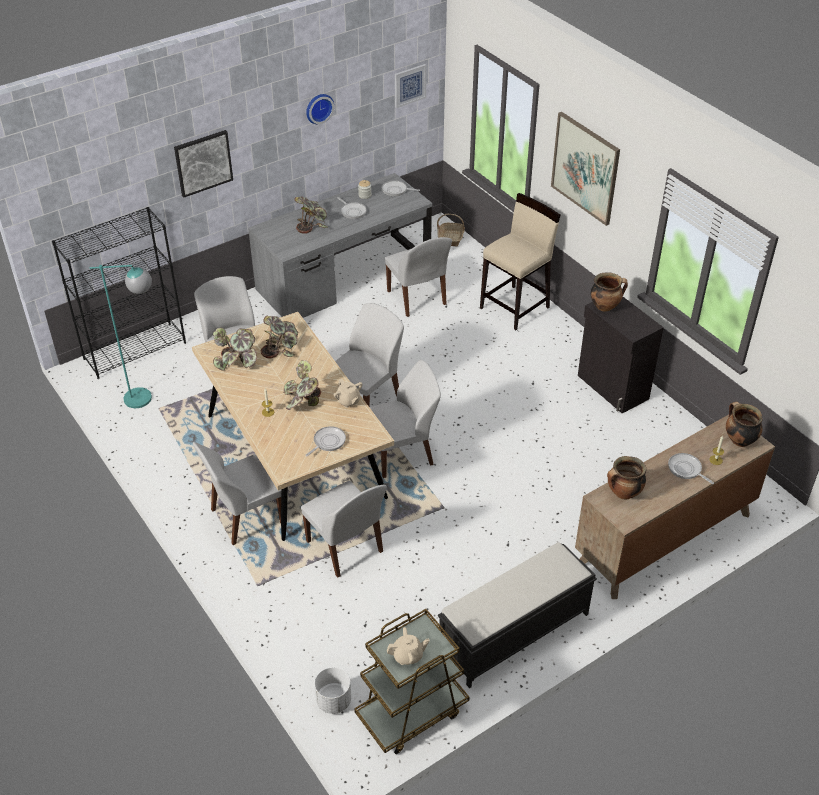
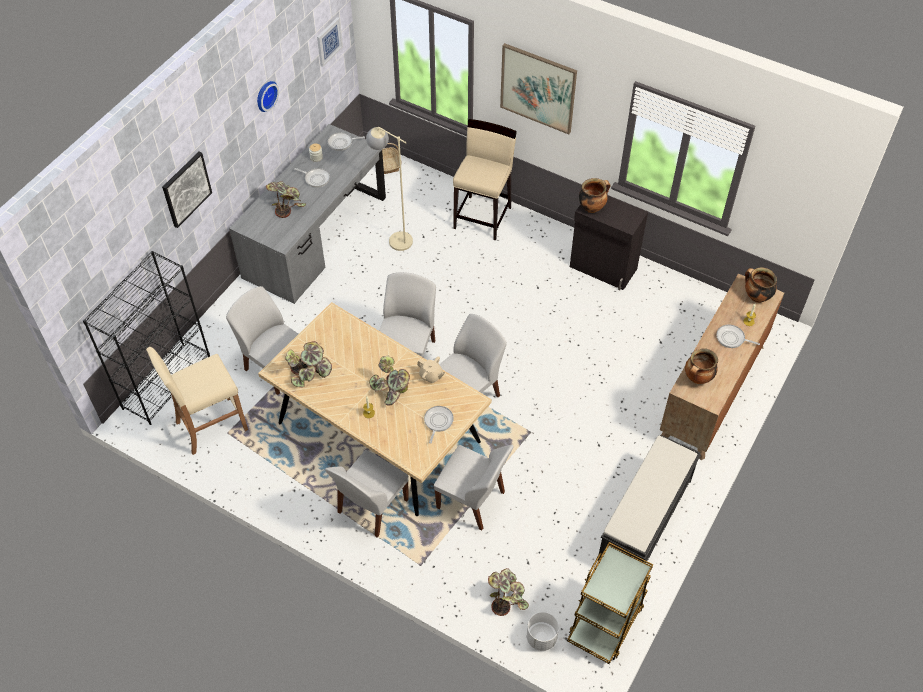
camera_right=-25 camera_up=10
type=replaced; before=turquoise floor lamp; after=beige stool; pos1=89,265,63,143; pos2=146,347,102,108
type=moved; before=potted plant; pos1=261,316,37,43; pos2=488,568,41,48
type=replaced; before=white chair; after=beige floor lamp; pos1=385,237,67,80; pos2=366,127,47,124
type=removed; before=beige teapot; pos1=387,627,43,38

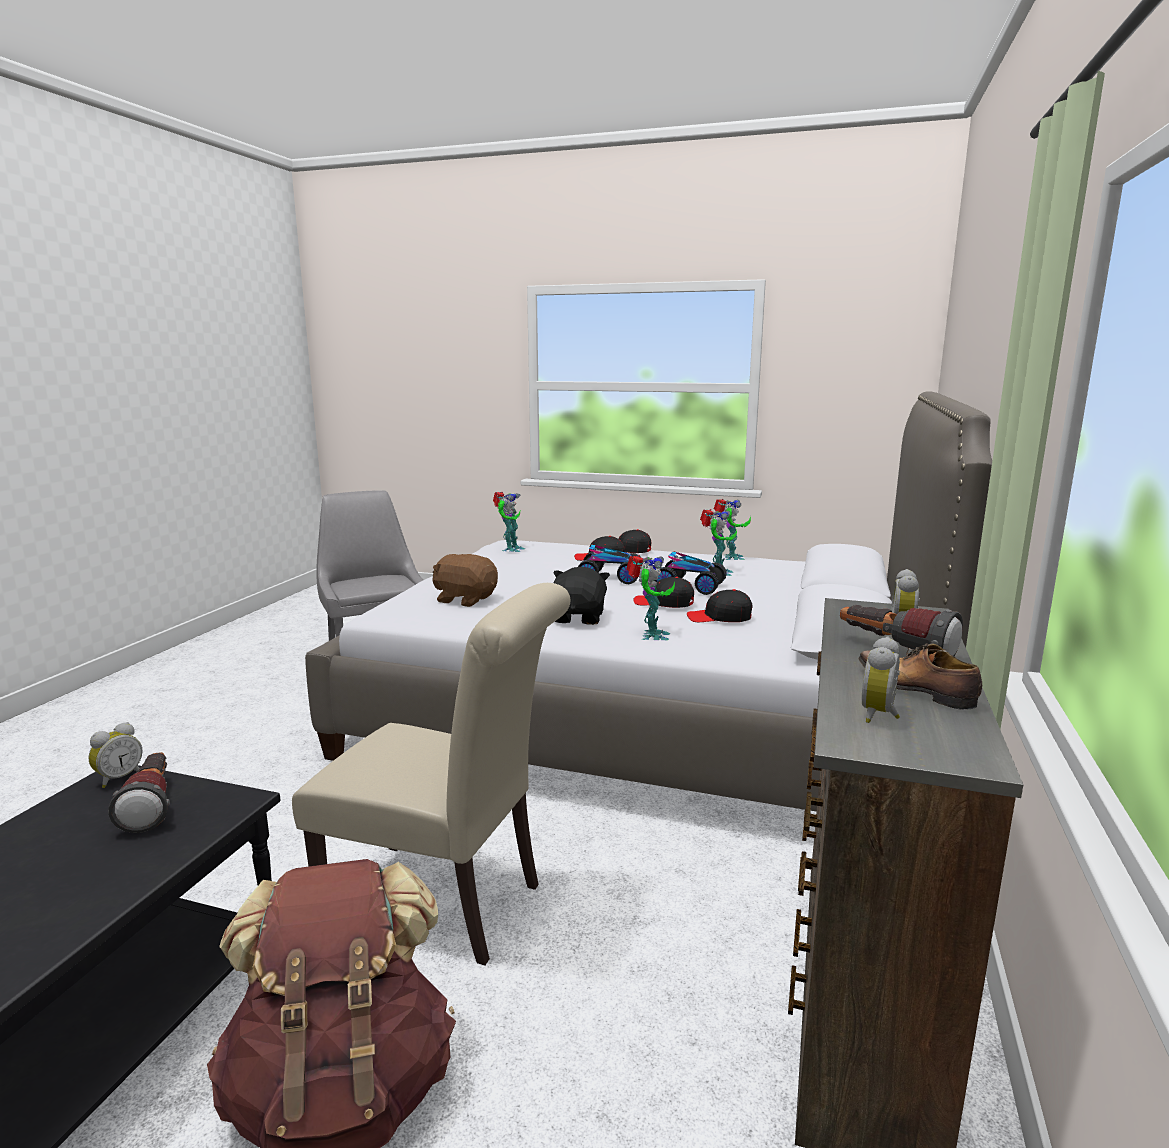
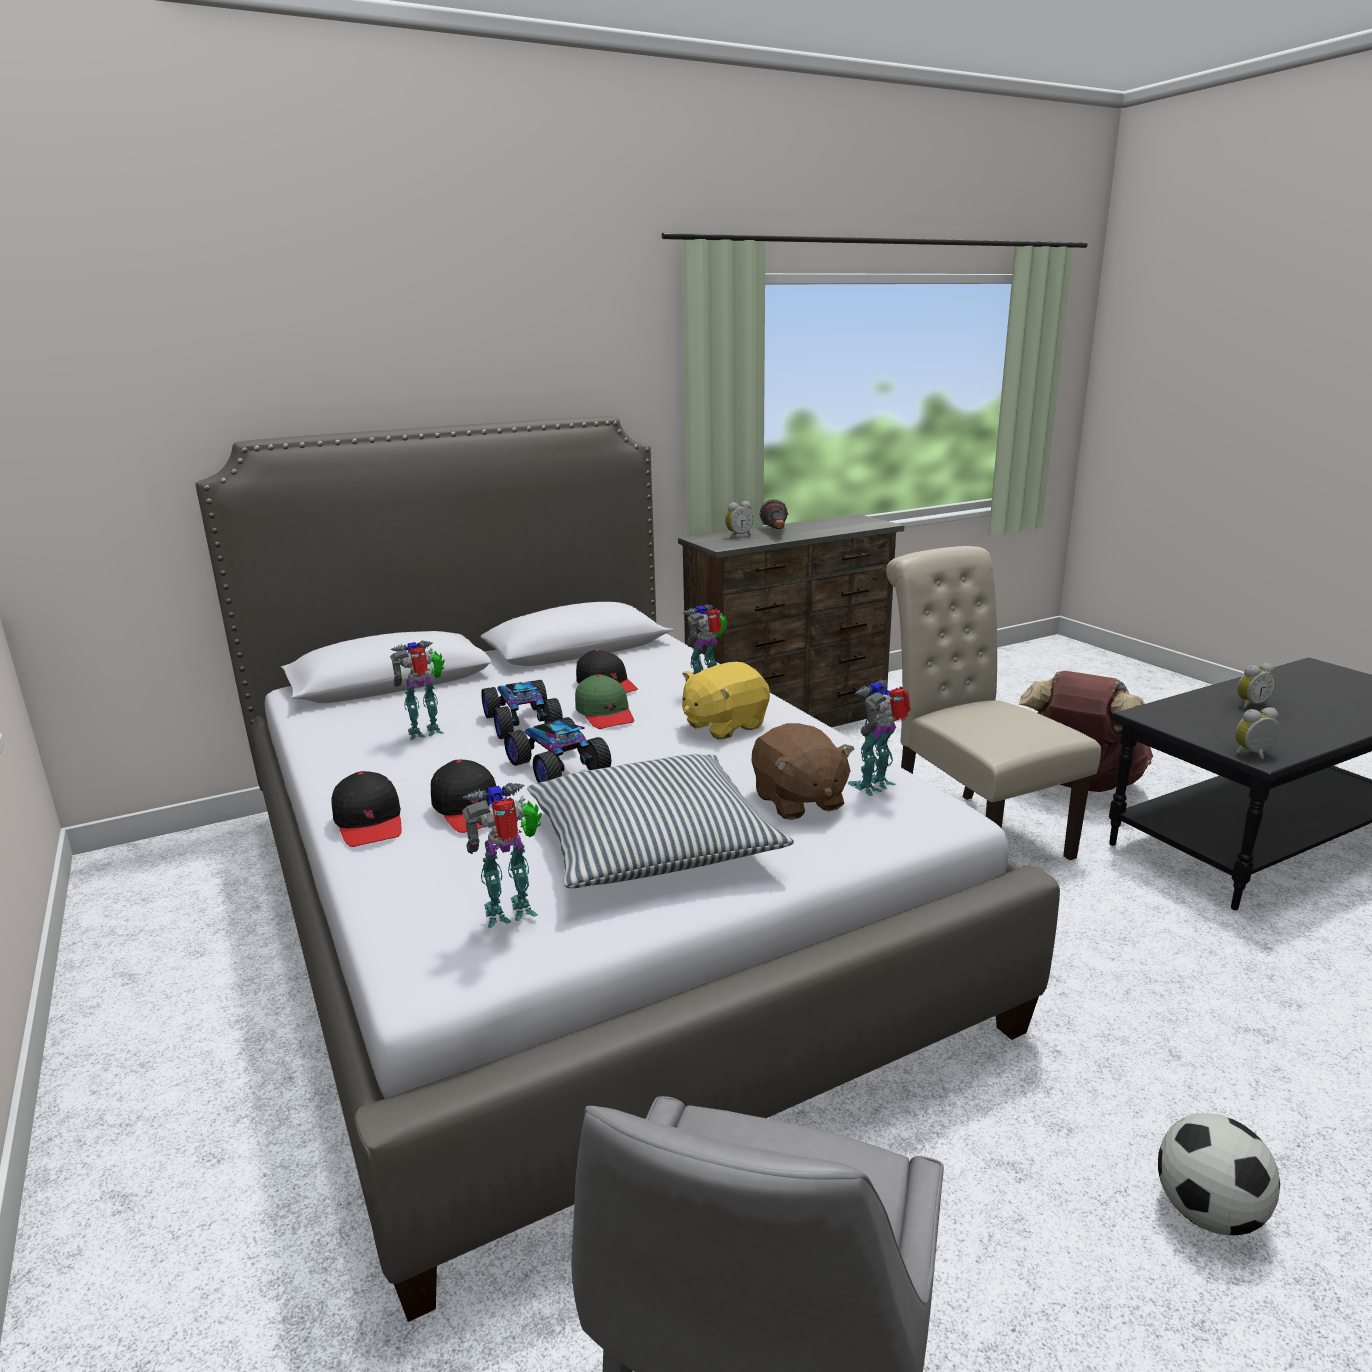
camera_right=-135 camera_up=5
type=removed; before=flashlight; pos1=108,752,62,81
type=recoloured; before=black plush toy; after=yellow plush toy; pos1=553,567,57,58; pos2=682,662,88,78
type=recoloured; before=black cap; after=green cap; pos1=634,577,60,31; pos2=575,674,59,55
type=moved; before=toy robot; pos1=714,499,37,61; pos2=848,679,63,117
type=removed; before=shoe; pos1=858,643,124,67
type=moved; before=alarm clock; pos1=862,637,38,86; pos2=1237,663,39,46
type=added; after=pillow; pos2=527,754,267,134
type=added; after=football; pos2=1158,1113,122,123

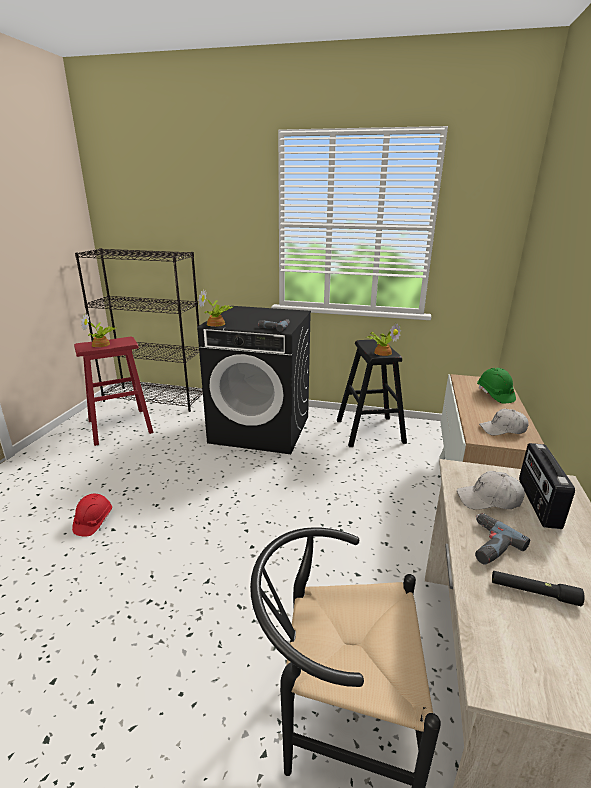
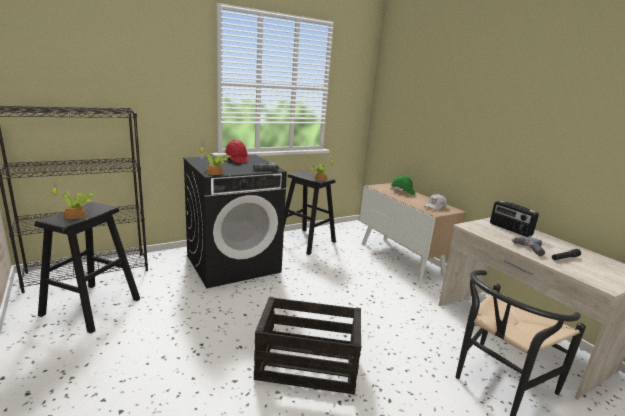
camera_right=-45 camera_up=-5
type=moved; before=red hard hat; pos1=72,494,40,43; pos2=224,140,25,23
type=recoloured; before=red stool; after=black stool; pos1=74,337,80,109; pos2=34,202,106,131
type=removed; before=white cap; pos1=457,471,68,39
type=added; after=crate; pos2=254,297,107,98

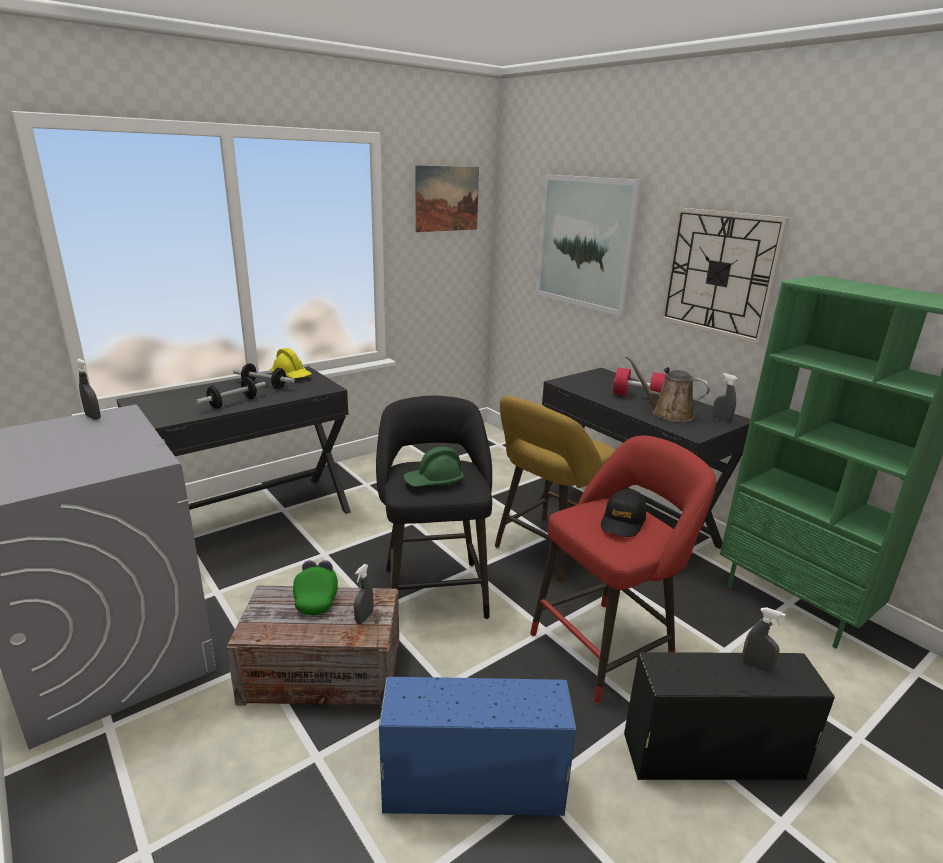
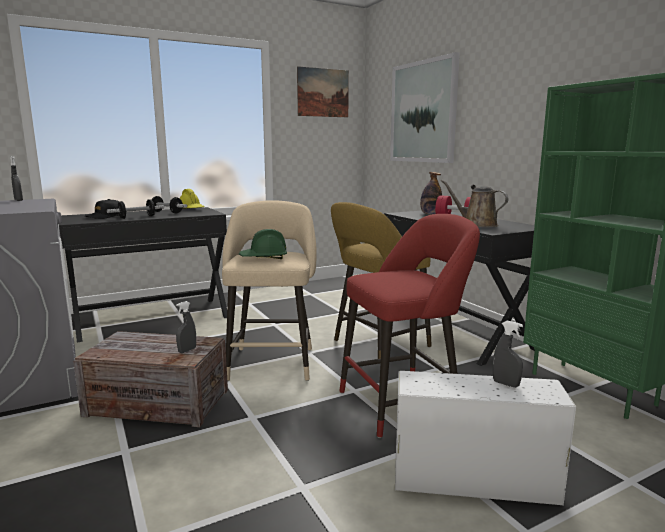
camera_right=10 camera_up=-10
type=removed; before=green cap; pos1=293,560,45,55
type=recoloured; before=black stool; after=beige stool; pos1=376,396,116,223; pos2=222,200,95,181
type=removed; before=blue storage box; pos1=379,677,197,139
type=moved; before=black cap; pos1=601,489,45,48; pos2=85,199,34,20
type=recoloured; before=black storage box; after=white storage box; pos1=624,652,211,128; pos2=395,371,181,135
type=removed; before=wall clock; pos1=660,207,130,137
type=removed; before=grey spray bottle; pos1=713,373,25,50
type=added; after=bottle; pos2=420,172,22,43

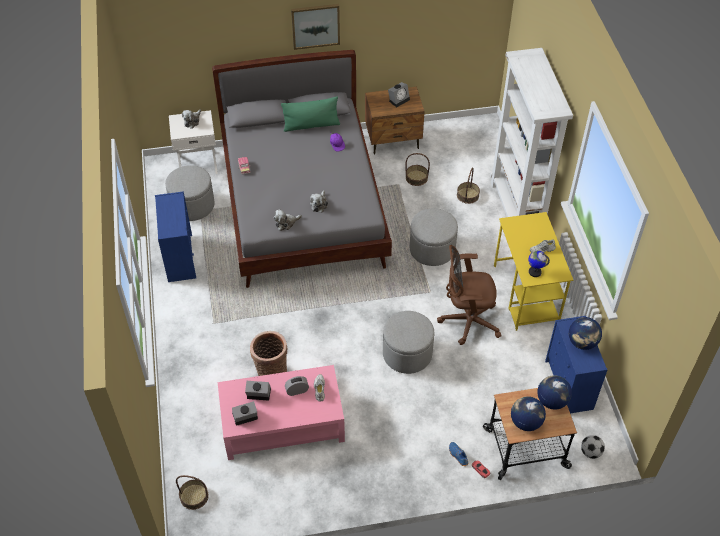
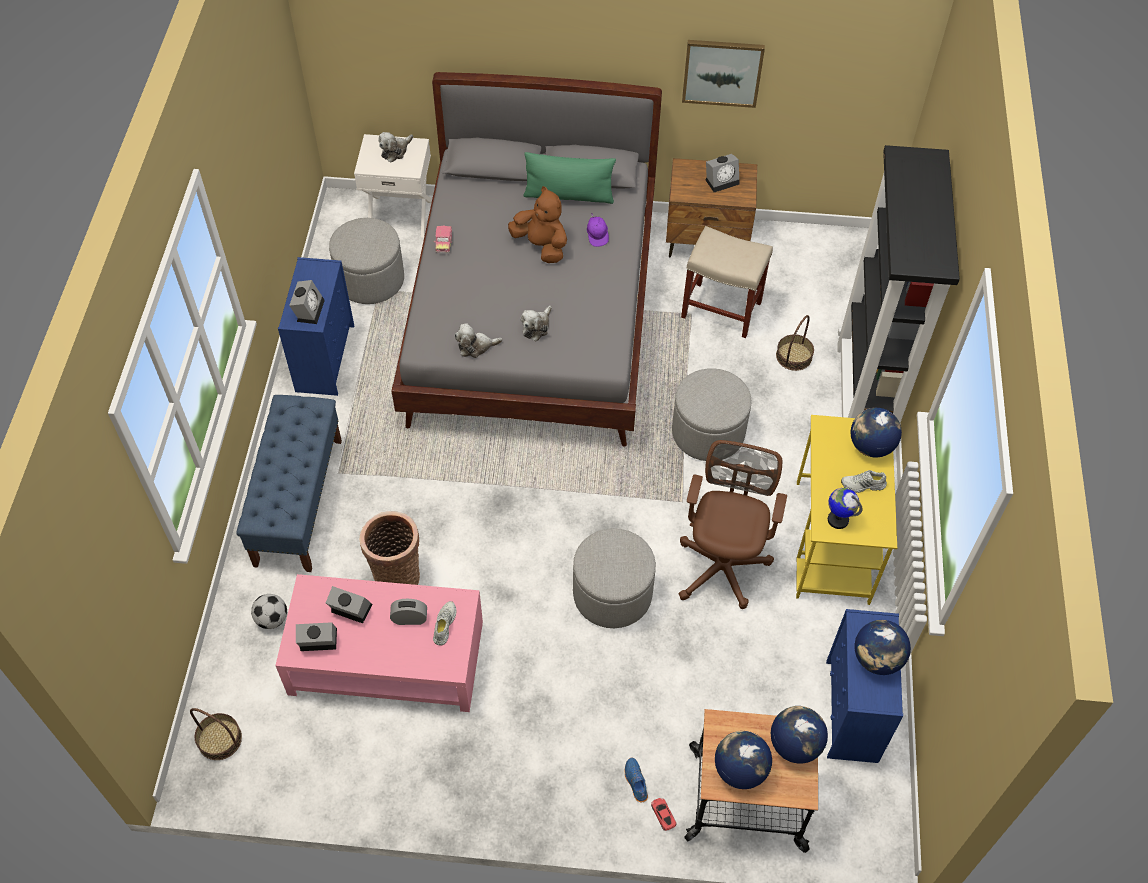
camera_right=15 camera_up=5
type=moved; before=picture; pos1=291,4,49,46; pos2=682,40,83,68
type=replaced; before=basket; after=beige stool; pos1=405,153,25,33; pos2=681,226,92,112
type=turned; before=brown office chair; pos1=437,245,65,100; pos2=679,440,108,169; turn=90
type=recoloured; before=white bookcase; after=black bookcase; pos1=490,48,83,169; pos2=837,145,123,278
type=moved; before=football; pos1=581,435,24,24; pos2=251,594,36,35
type=added; after=blue bench; pos2=236,395,106,177
type=added; after=alarm clock; pos2=289,280,36,44
type=added; after=brown plush toy; pos2=508,186,59,77
type=added; after=globe; pos2=851,408,51,50

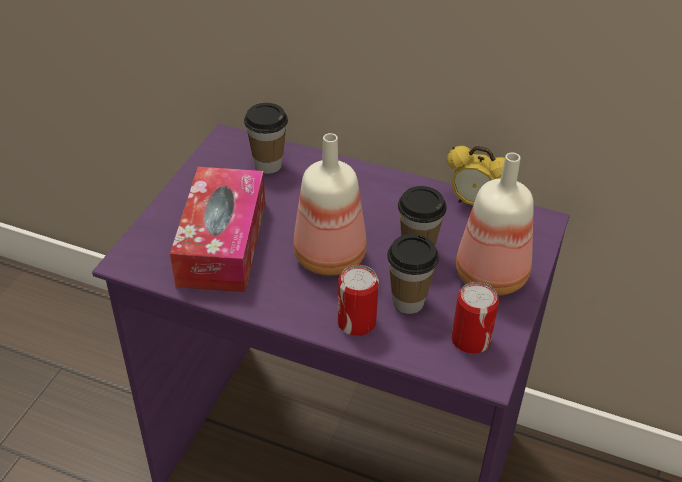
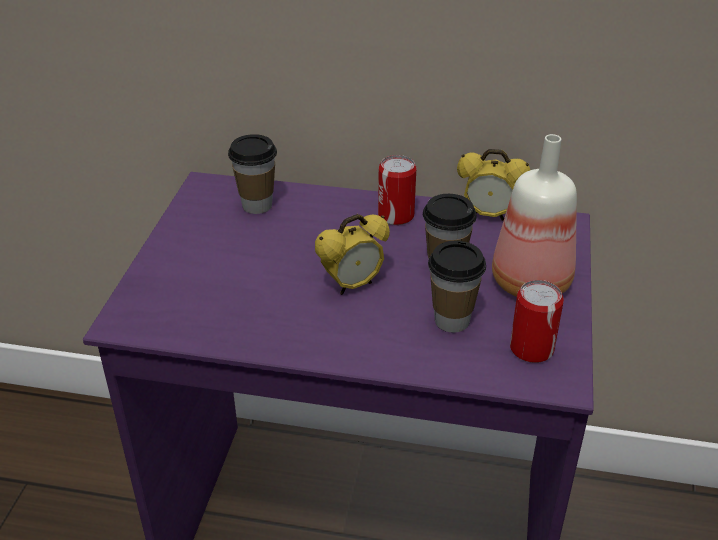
camera_right=-10 camera_up=-5
type=removed; before=tissue box; pos1=170,167,95,125
type=replaced; before=bottle; after=alarm clock; pos1=293,133,74,143; pos2=315,214,75,81
type=moved; before=can; pos1=337,265,42,71; pos2=378,155,38,70

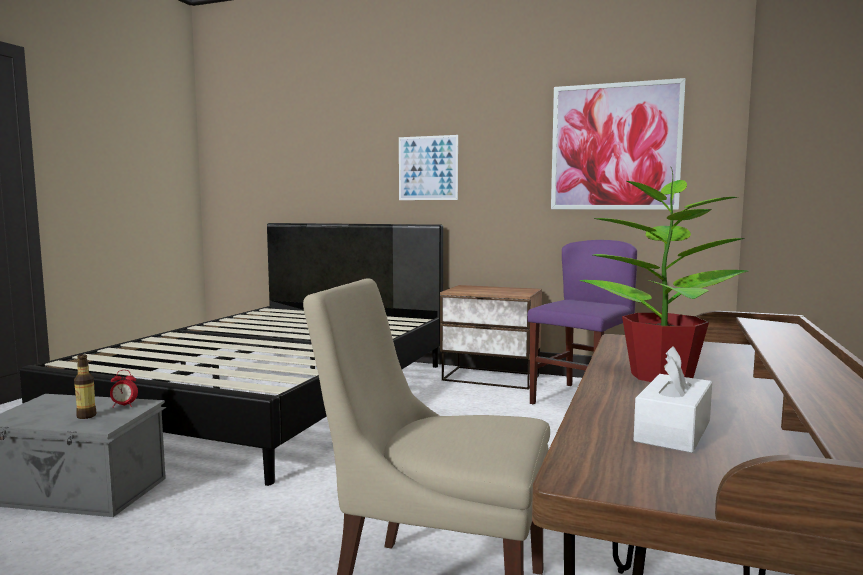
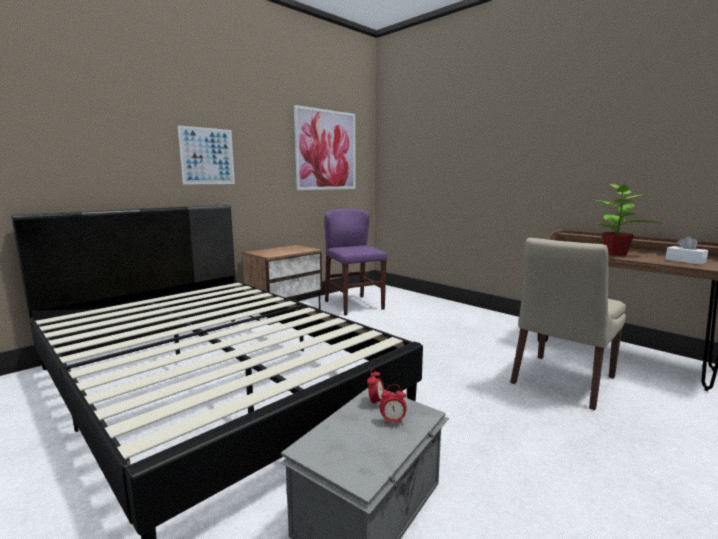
camera_right=-65 camera_up=5
type=replaced; before=bottle; after=alarm clock; pos1=74,354,23,65; pos2=380,384,27,41

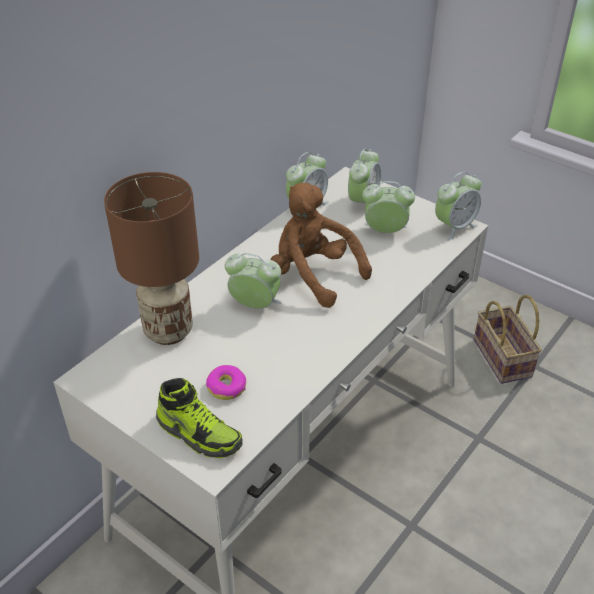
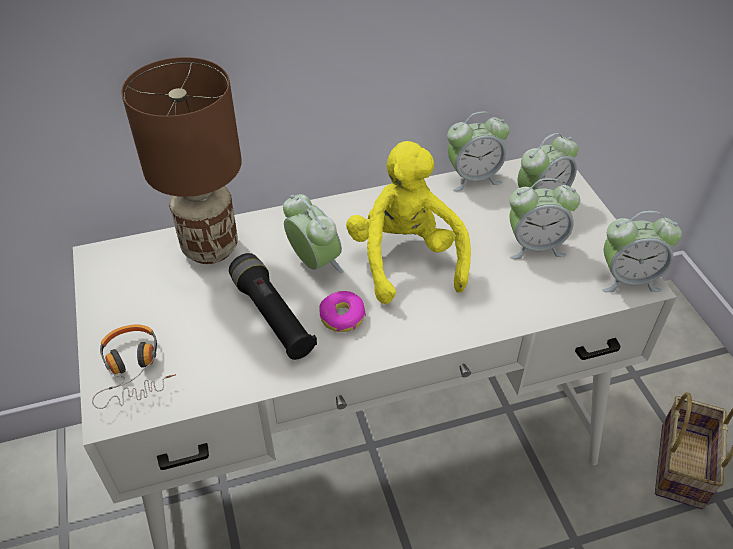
camera_right=35 camera_up=5
type=replaced; before=shoe; after=headphones; pos1=156,378,87,80; pos2=92,325,84,84
type=moved; before=donut; pos1=206,365,40,35; pos2=319,291,47,41
type=recoloured; before=brown plush toy; after=yellow plush toy; pos1=271,183,101,125; pos2=346,141,125,163
type=turned; before=alarm clock; pos1=362,181,53,52; pos2=509,178,71,81; turn=135
type=added; after=black flashlight; pos2=229,253,88,107

